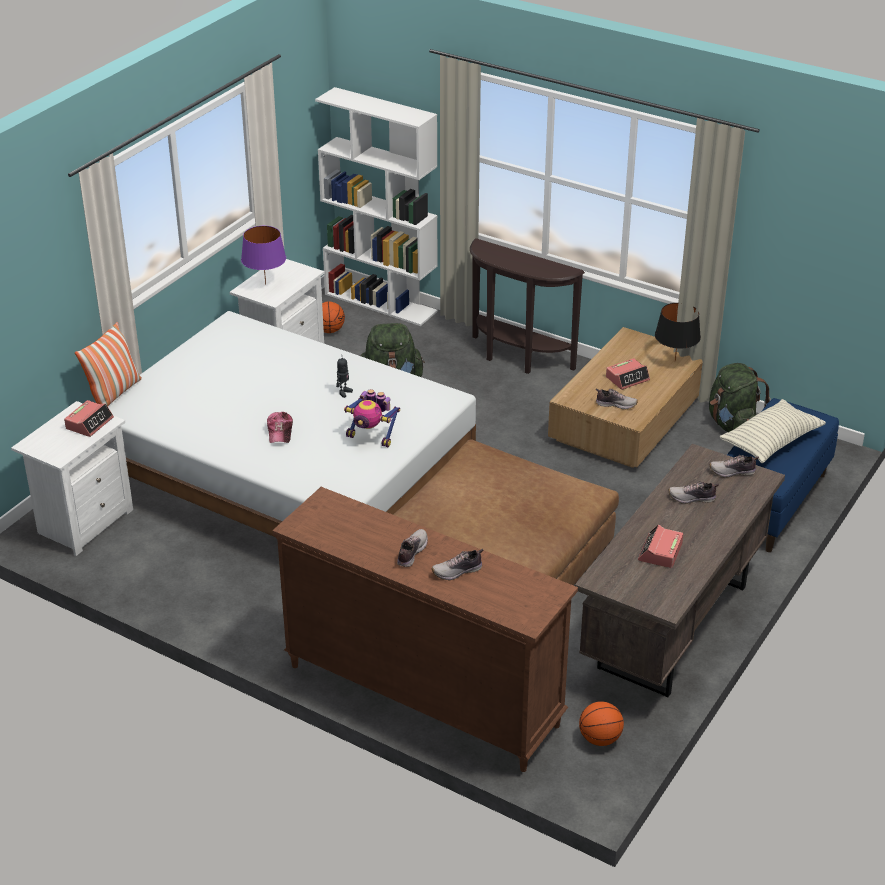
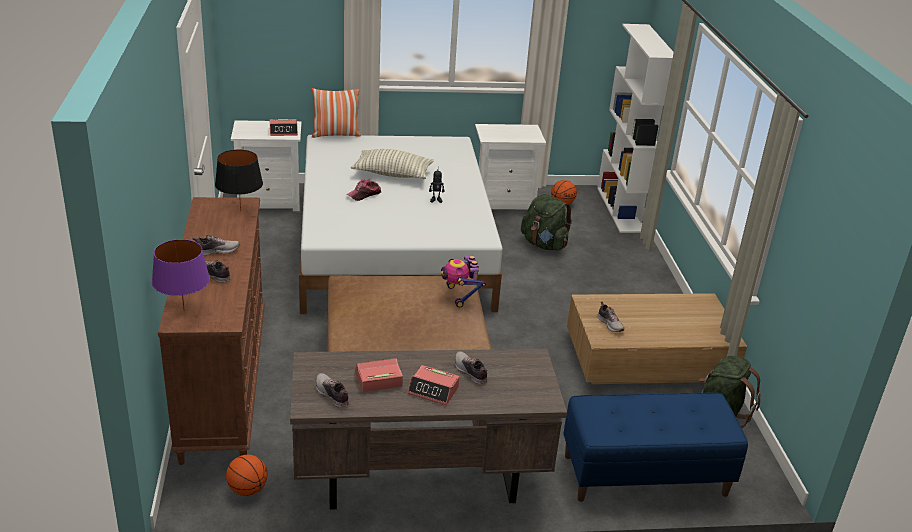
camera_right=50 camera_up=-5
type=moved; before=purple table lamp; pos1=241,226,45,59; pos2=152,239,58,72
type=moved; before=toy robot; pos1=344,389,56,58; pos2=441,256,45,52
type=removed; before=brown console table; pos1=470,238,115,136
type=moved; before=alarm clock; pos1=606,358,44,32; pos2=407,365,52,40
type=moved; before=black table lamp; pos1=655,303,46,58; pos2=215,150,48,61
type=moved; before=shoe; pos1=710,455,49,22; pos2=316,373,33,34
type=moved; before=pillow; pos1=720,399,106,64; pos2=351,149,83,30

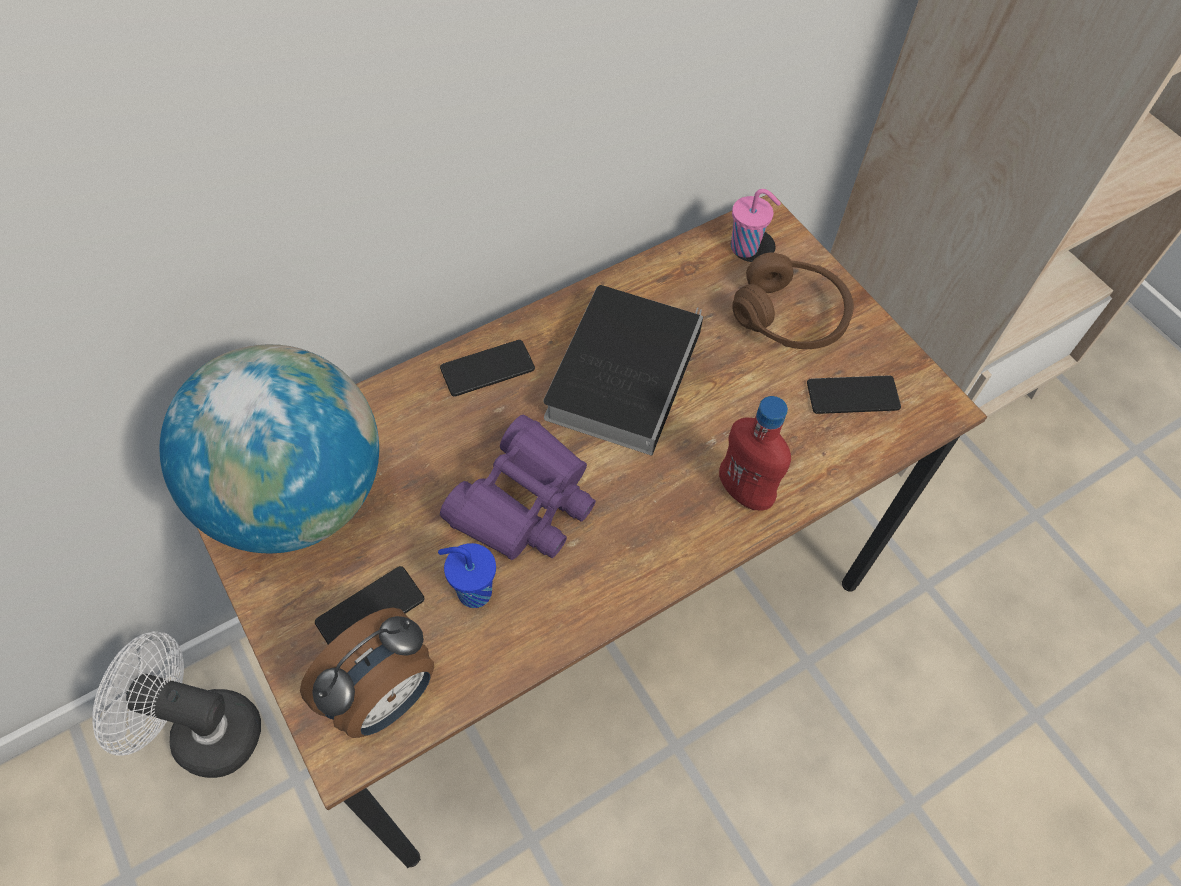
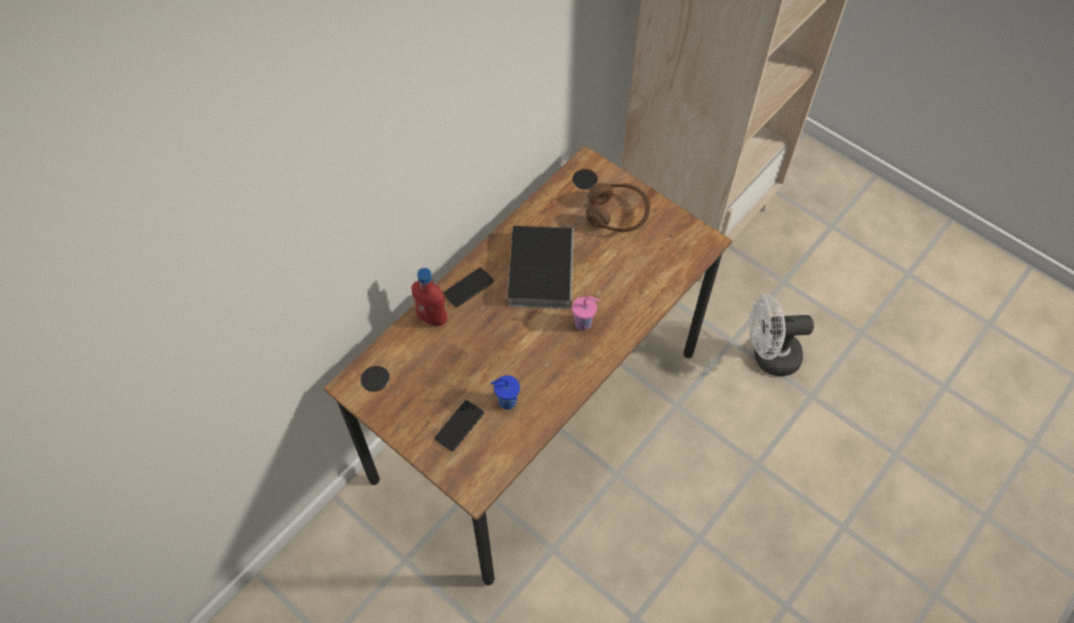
camera_right=-15 camera_up=0
type=moved; before=white fan; pos1=92,632,169,146; pos2=749,294,65,82
type=removed; before=globe; pos1=160,344,219,210
type=removed; before=alarm clock; pos1=300,607,134,131
type=removed; before=purple binoculars; pos1=440,415,156,145
type=moved; before=red bottle; pos1=719,396,72,115; pos2=411,268,36,58
type=moved; before=pink cup; pos1=731,189,50,69; pos2=572,296,28,35
type=removed; before=phone; pos1=807,375,94,39

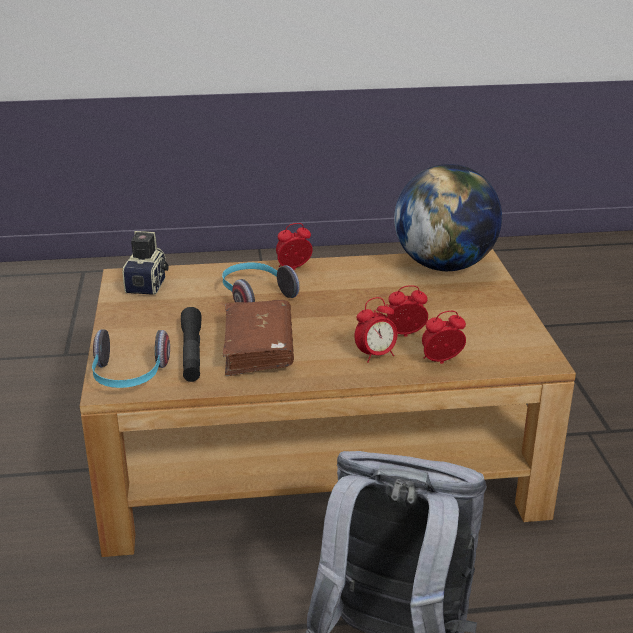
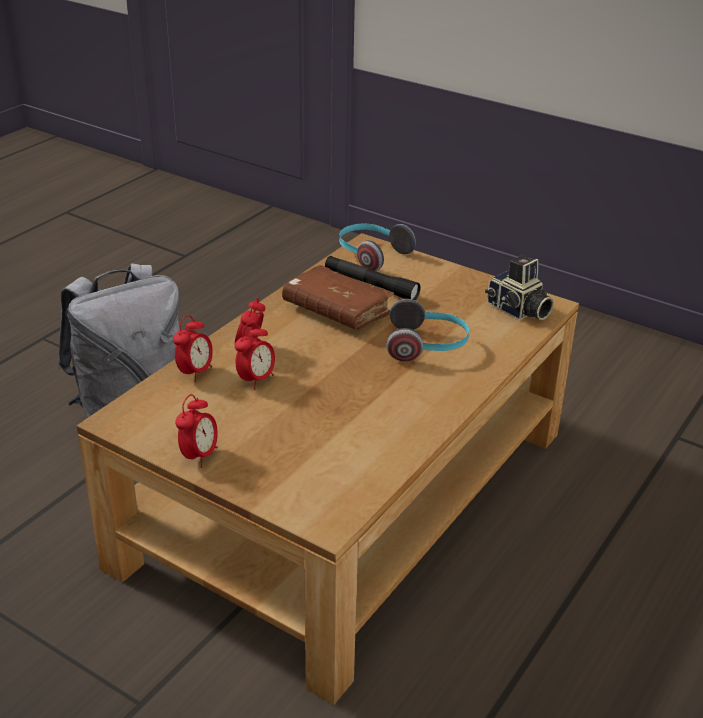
camera_right=130 camera_up=5
type=moved; before=alarm clock; pos1=276,223,37,47; pos2=175,394,43,74
type=removed; before=globe; pos1=394,164,108,107

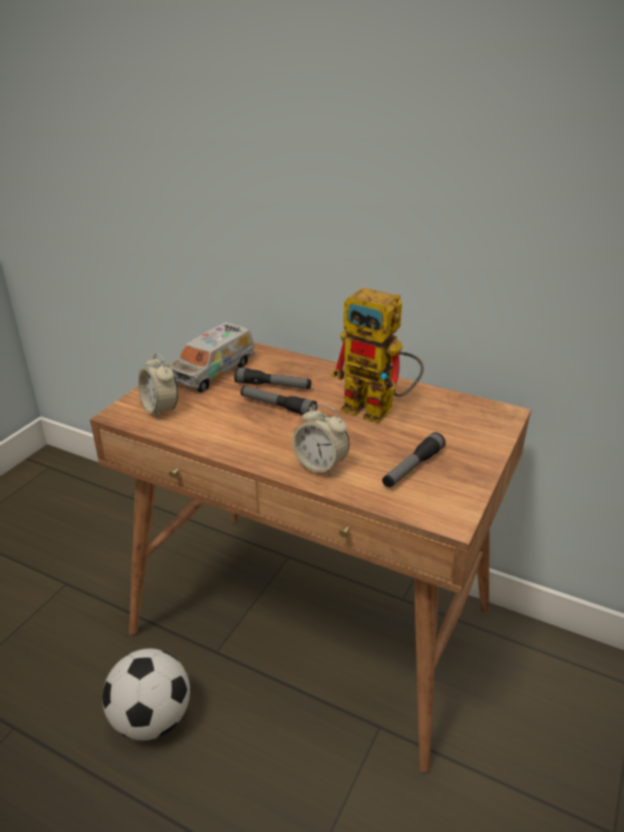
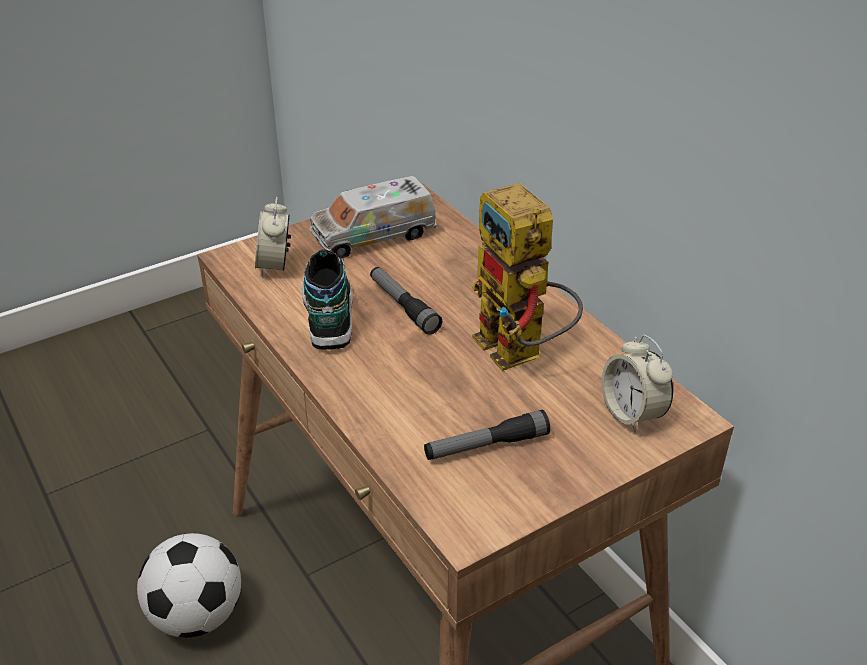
camera_right=30 camera_up=5
type=removed; before=flashlight; pos1=234,367,77,22
type=moved; before=alarm clock; pos1=292,403,58,73; pos2=602,335,71,98
type=added; after=shoe; pos2=302,249,51,101

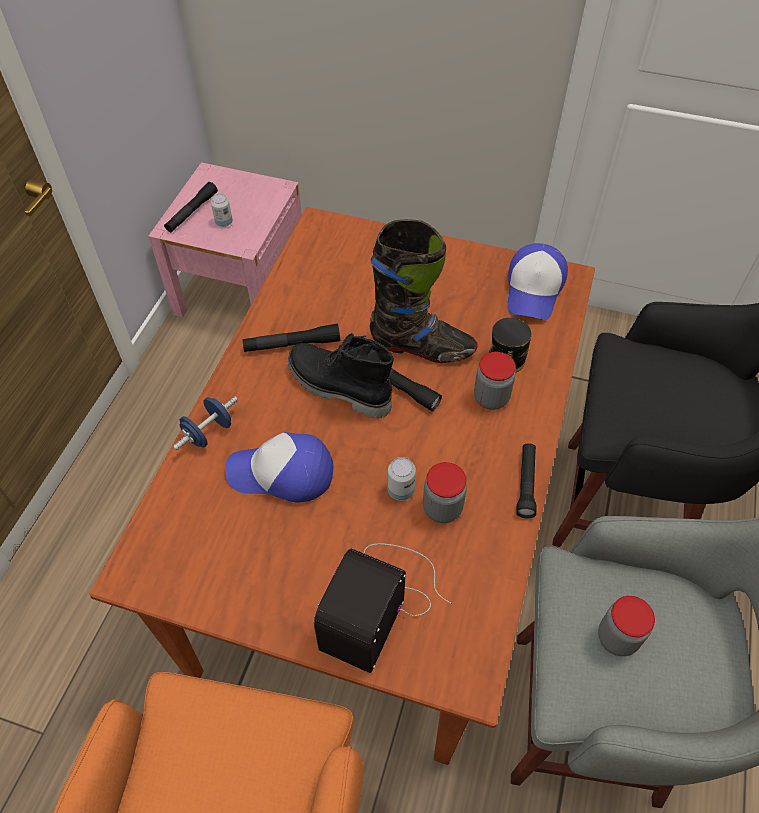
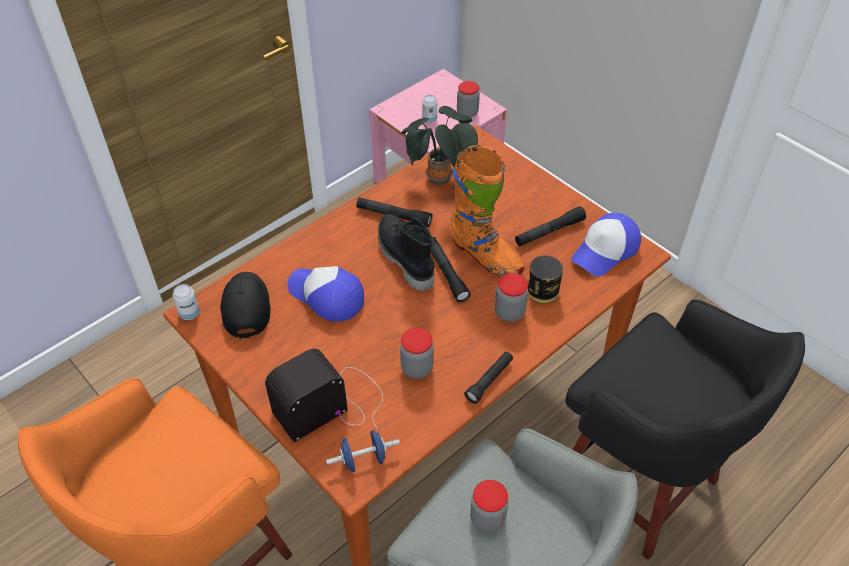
camera_right=30 camera_up=-5
type=moved; before=black flashlight; pos1=164,182,54,50; pos2=515,206,71,40
type=moved; before=blue dumbbell; pos1=173,396,65,54; pos2=326,430,74,42
type=recoloured; before=black boot; after=orange boot; pos1=370,219,108,144; pos2=450,145,75,131
type=moved; before=can; pos1=388,457,28,44; pos2=173,284,27,36
type=added; after=black cap; pos2=220,272,50,67
type=added; after=potted plant; pos2=402,106,76,79
type=added; after=jar; pos2=457,81,23,37

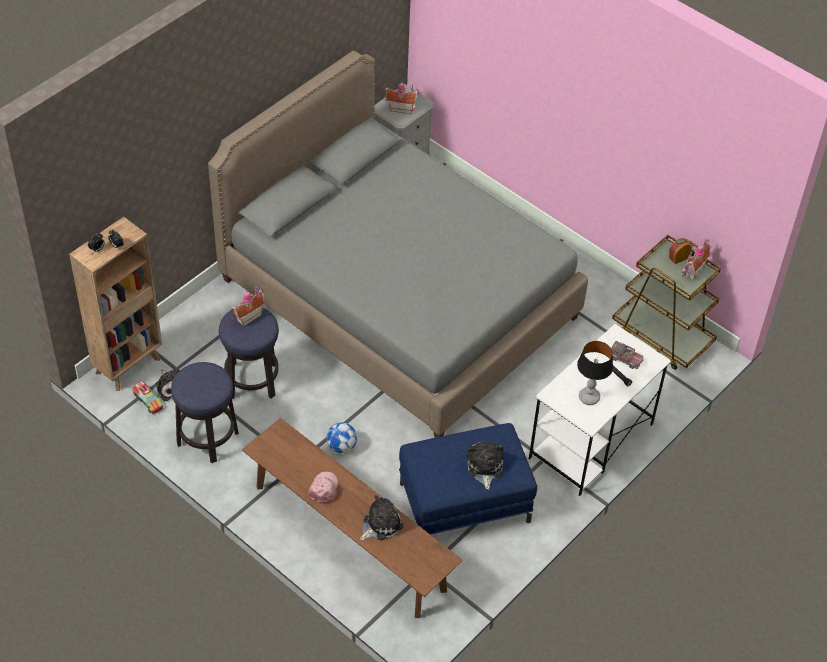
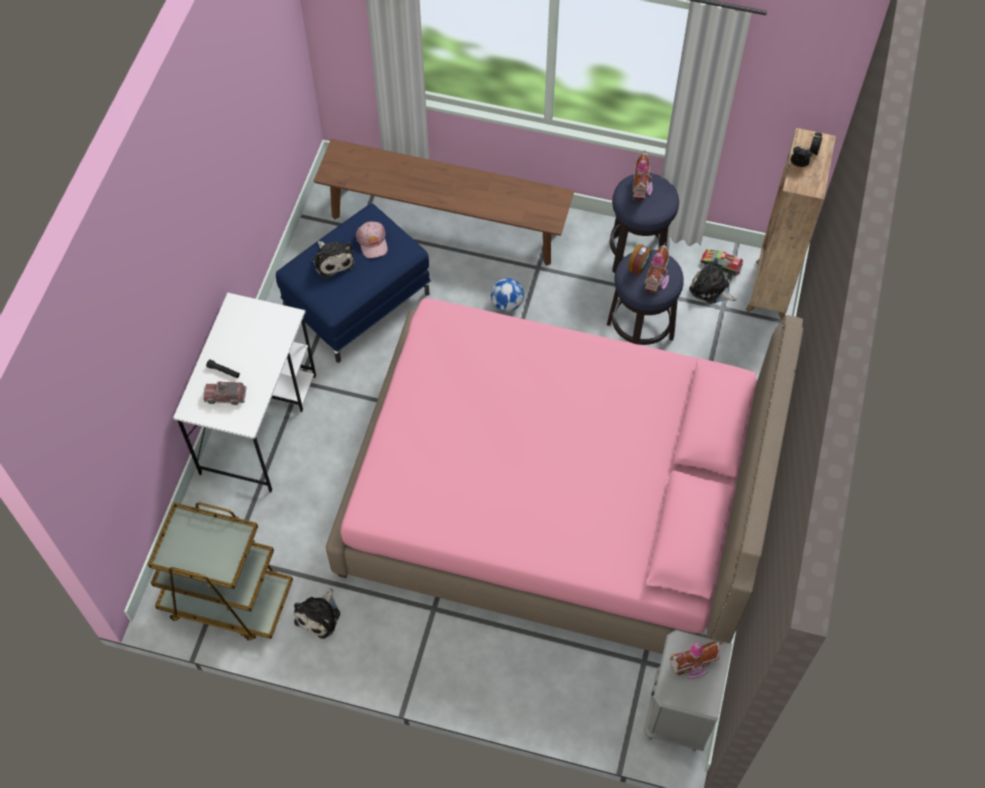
camera_right=155 camera_up=10
type=recoloured; before=grey bed; after=pink bed; pos1=208,51,380,387; pos2=326,298,477,356
type=moved; before=pink cap; pos1=308,471,30,33; pos2=356,221,32,37
type=moved; before=plush toy; pos1=360,495,44,46; pos2=294,588,46,51
type=removed; before=table lamp; pos1=577,341,36,64
type=moved; before=alarm clock; pos1=669,238,23,26; pos2=629,244,22,31
type=moved; before=toy house; pos1=682,238,28,42; pos2=633,150,20,50

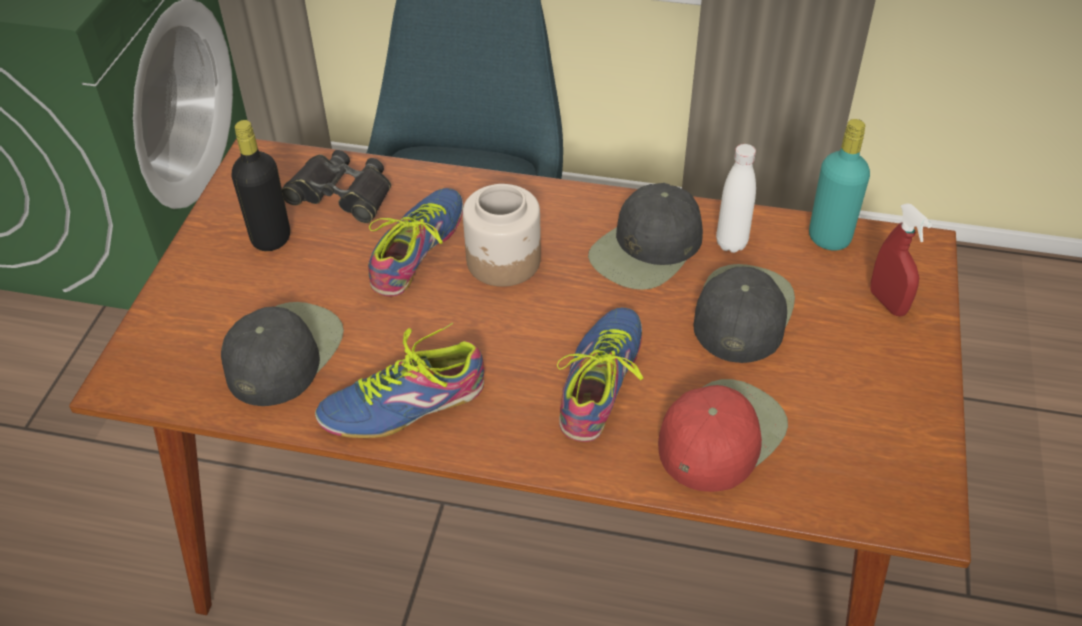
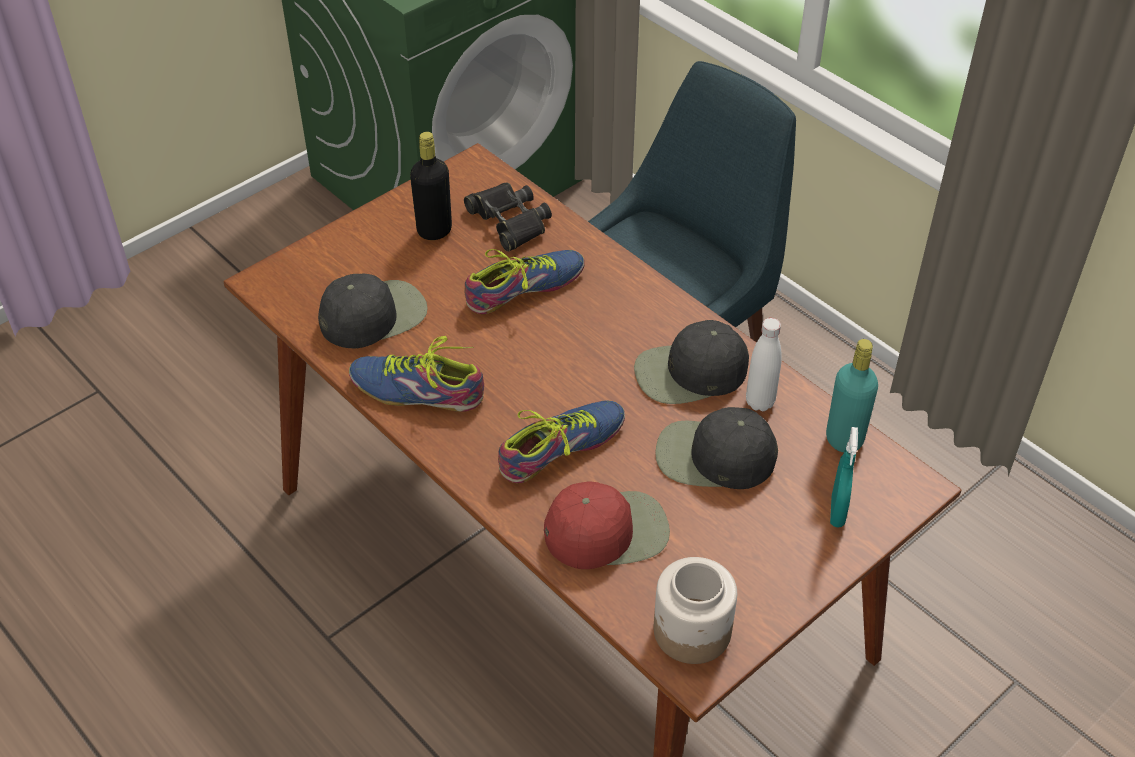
camera_right=35 camera_up=0
type=moved; before=jar; pos1=463,184,78,103; pos2=654,557,83,107
type=turned; before=black cap; pos1=694,264,101,99; pos2=655,407,123,82; turn=-135
type=recoloured; before=red spray bottle; after=turquoise spray bottle; pos1=870,203,62,114; pos2=830,427,28,101

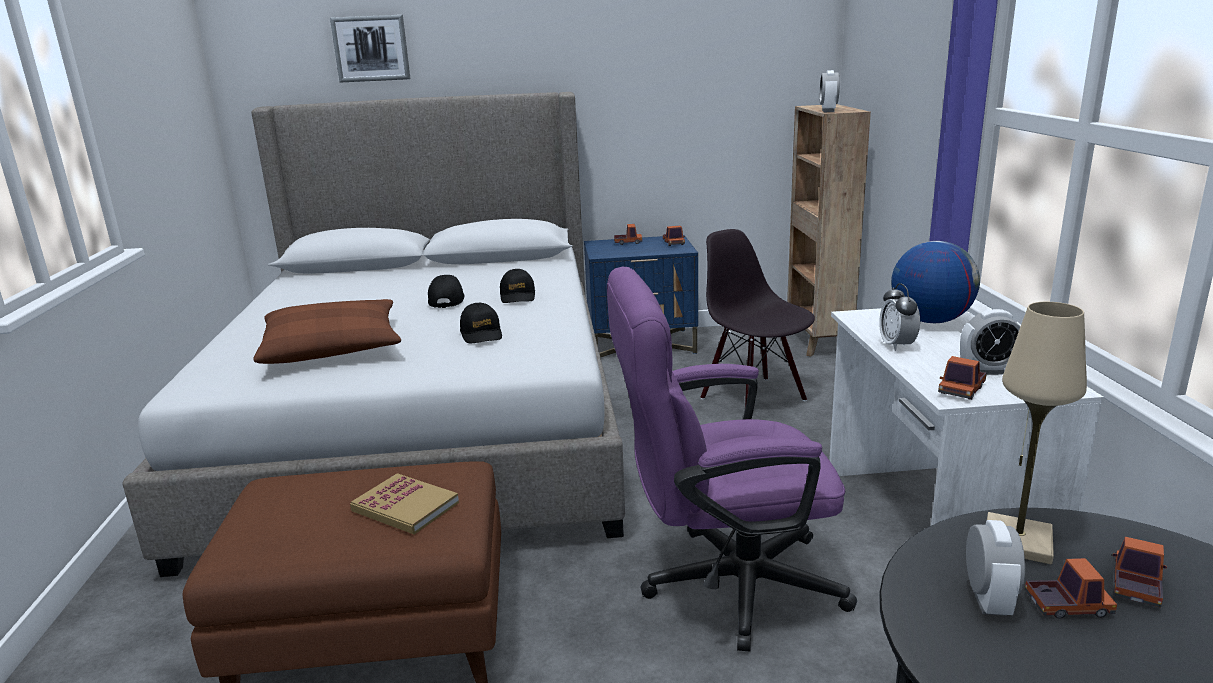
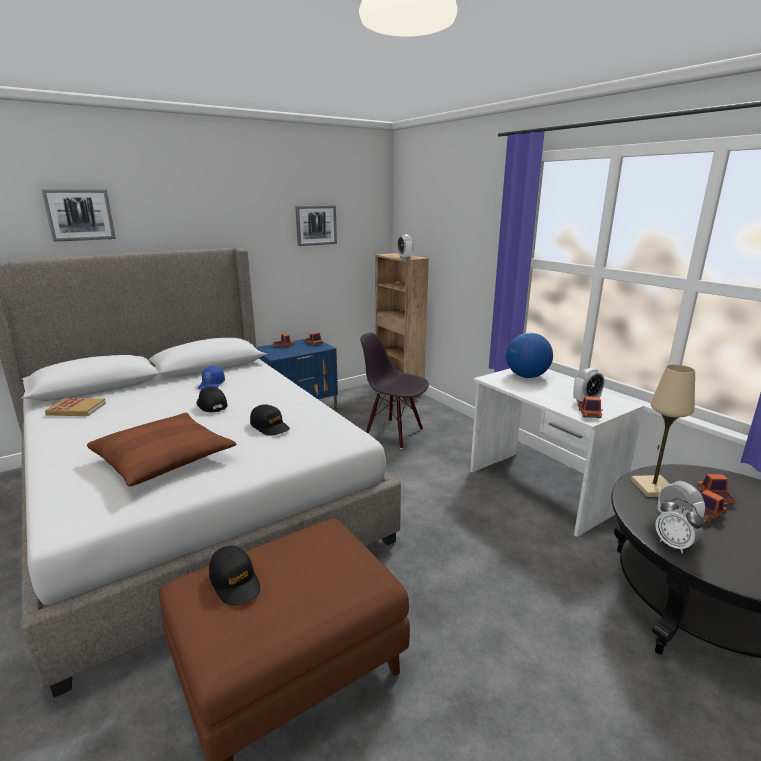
camera_right=-30 camera_up=0
type=moved; before=book; pos1=350,473,109,62; pos2=45,398,61,18
type=moved; before=black cap; pos1=500,269,35,34; pos2=209,546,51,60
type=removed; before=purple office chair; pos1=607,267,250,384
type=moved; before=alarm clock; pos1=879,283,41,68; pos2=655,498,49,56
type=added; after=blue cap; pos2=198,366,27,23
type=added; after=picture; pos2=295,205,42,41

